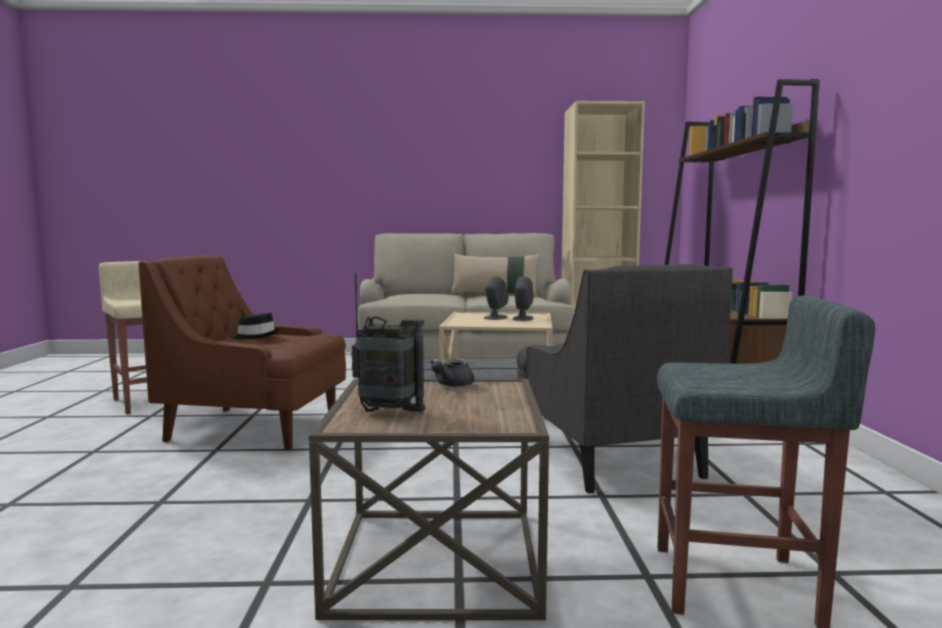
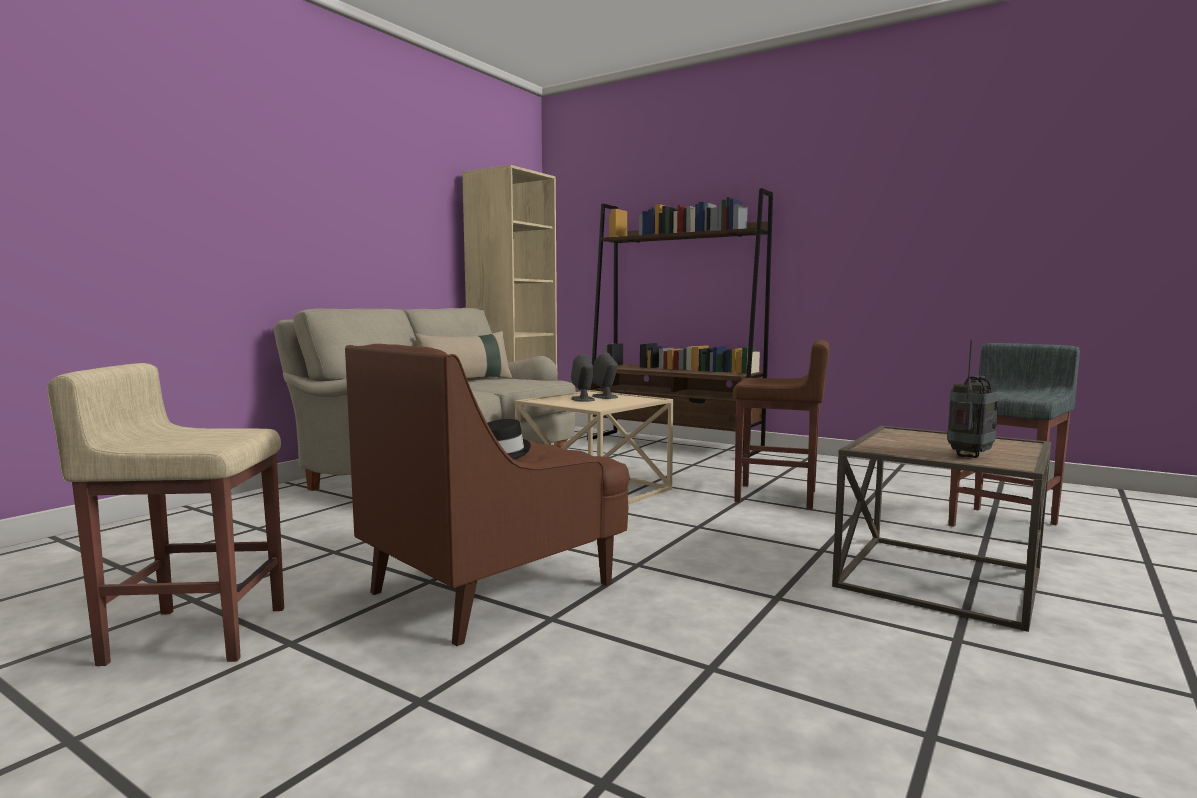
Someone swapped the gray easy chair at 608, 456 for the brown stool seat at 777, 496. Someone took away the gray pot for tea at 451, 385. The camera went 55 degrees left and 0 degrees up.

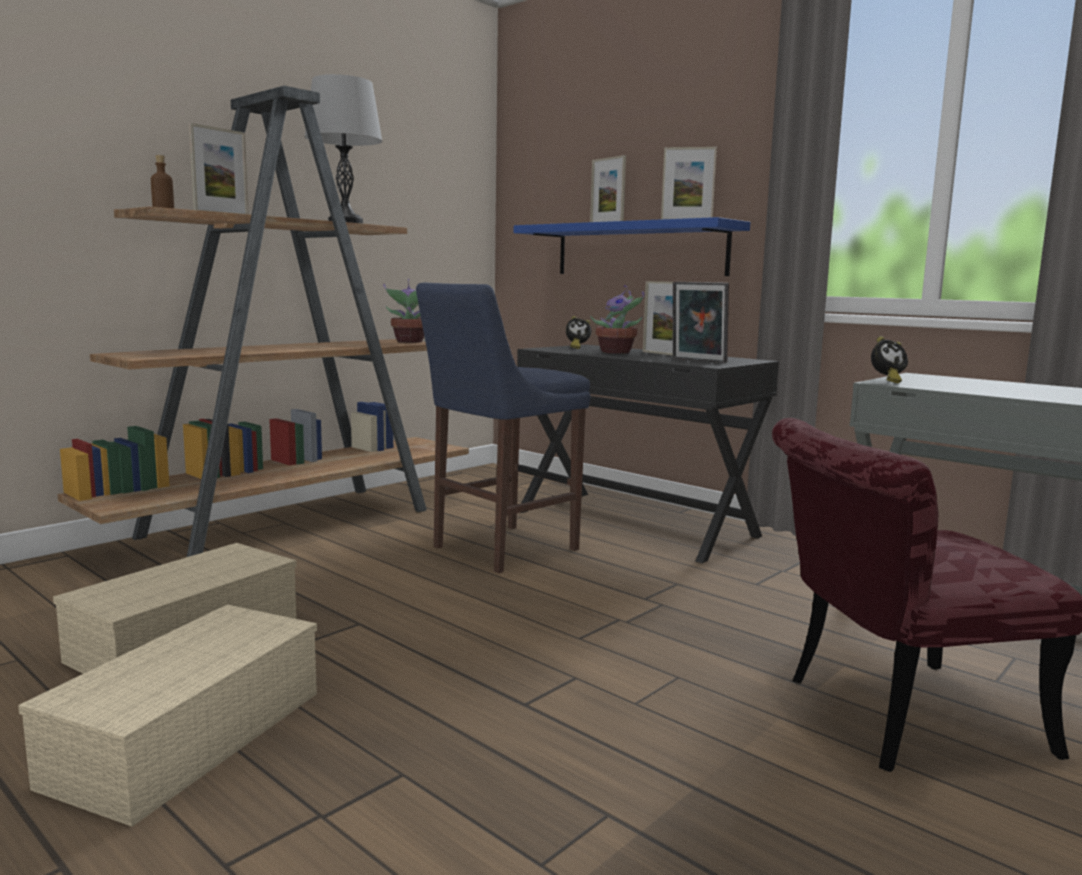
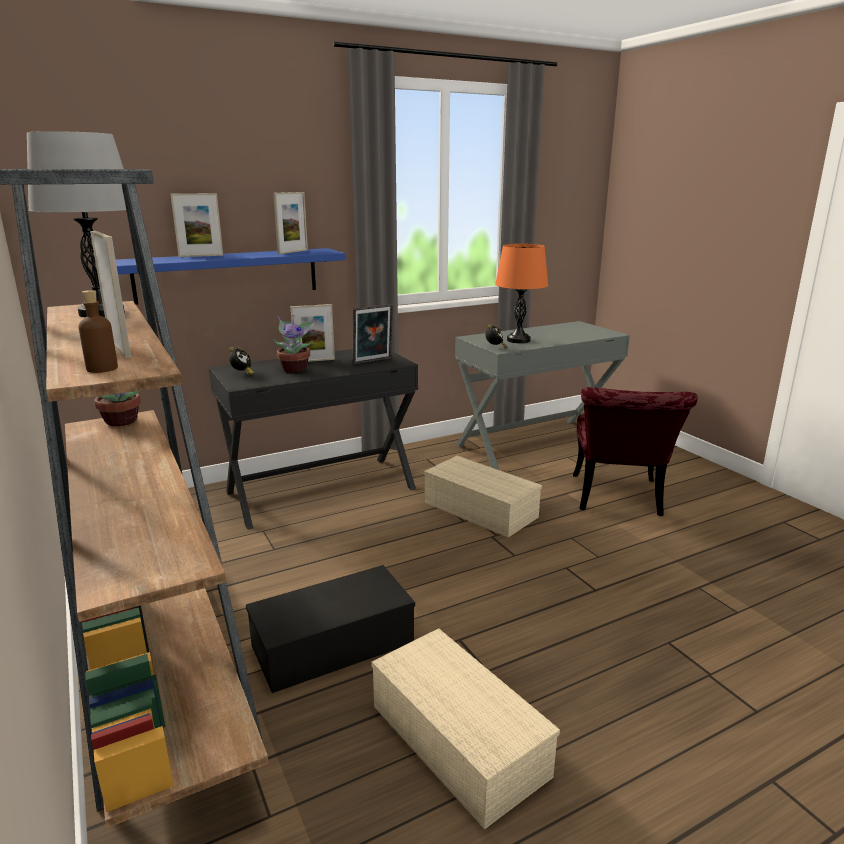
Someone took away the blue stool seat at 499, 549. Someone carried the beige storage box from 189, 734 to 478, 509. Someone put down the orange-coloured tabletop lamp at 518, 340. Someone put down the black-coloured storage box at 331, 646. The camera went 70 degrees left and 10 degrees up.

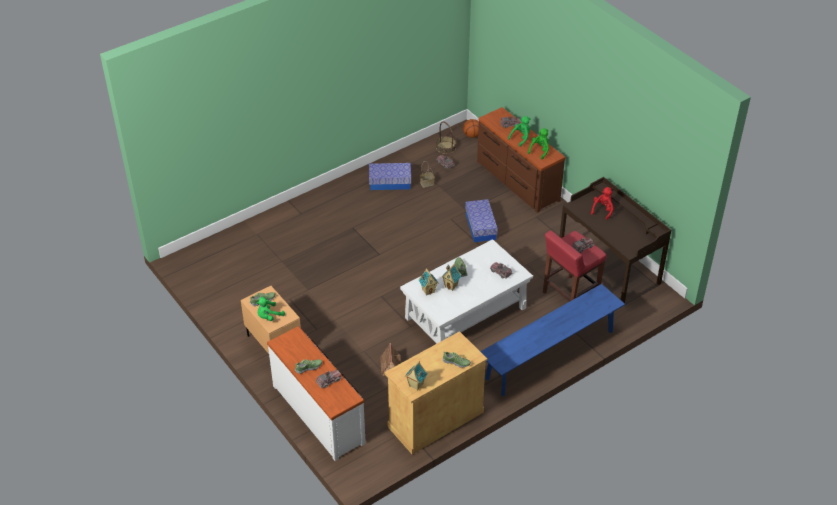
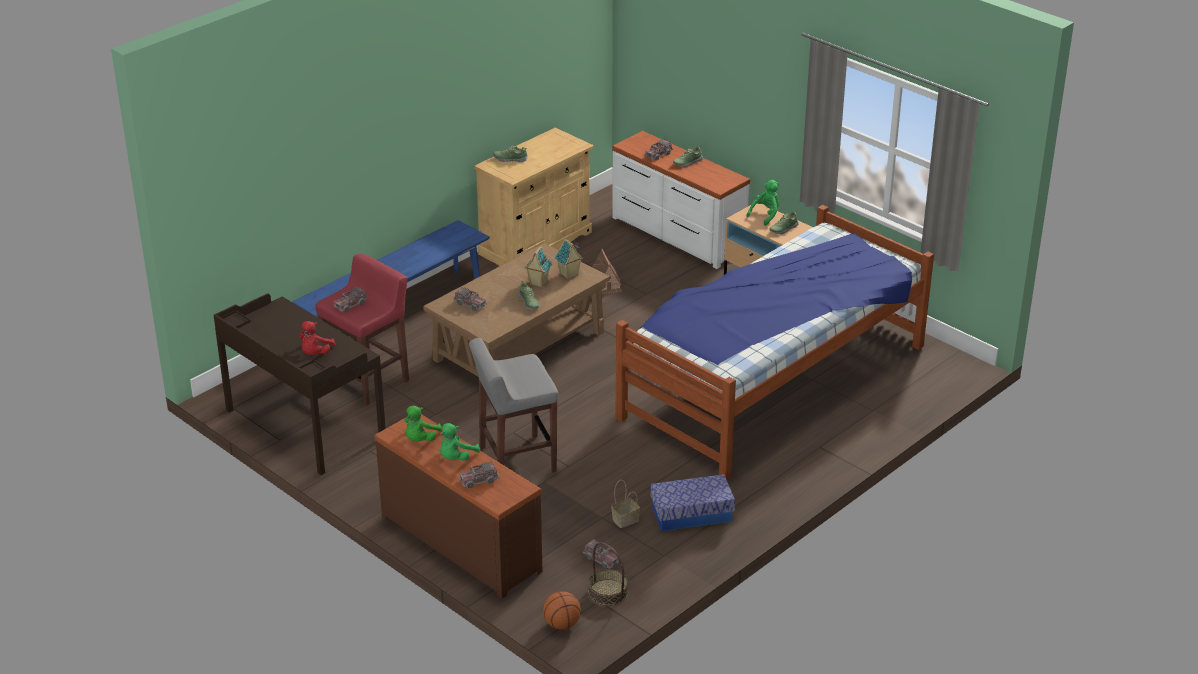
Someone swapped the storage box at 480, 227 for the gray stool seat at 516, 459. Someone repainted the whitish low table at 465, 313, which became the brown low table at 519, 345. Someone took away the toy house at 415, 385. Someone put down the bedroom bed at 771, 381. The camera went 170 degrees right and 10 degrees down.

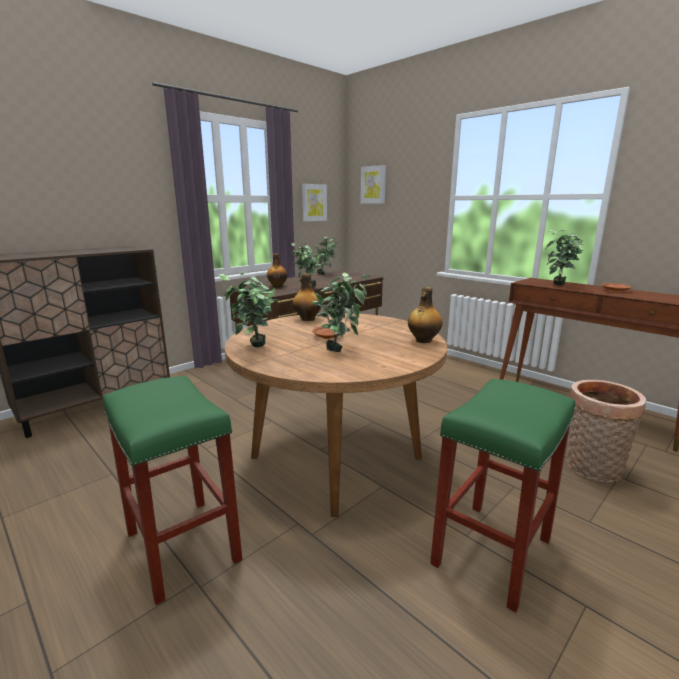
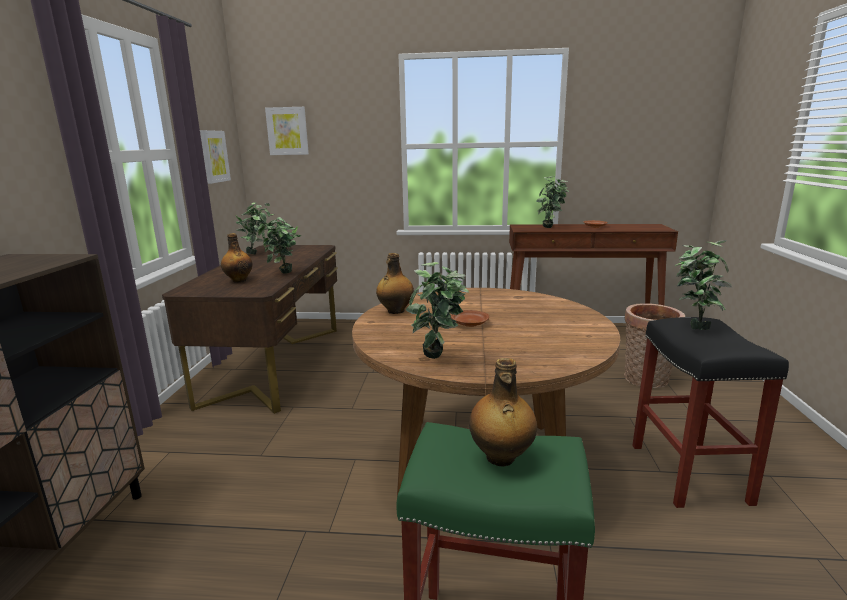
Someone carried the potted plant from 340, 349 to 694, 326. Someone carried the beverage bottle from 423, 341 to 500, 457. Someone repainted the greenish stool seat at 492, 553, which became the black-coloured stool seat at 690, 474. The camera went 40 degrees left and 0 degrees up.

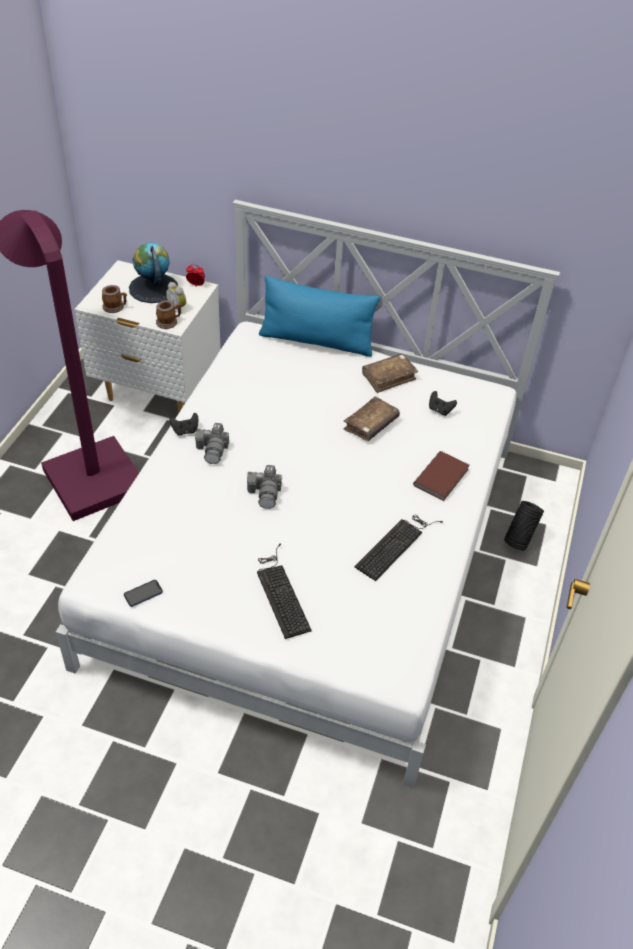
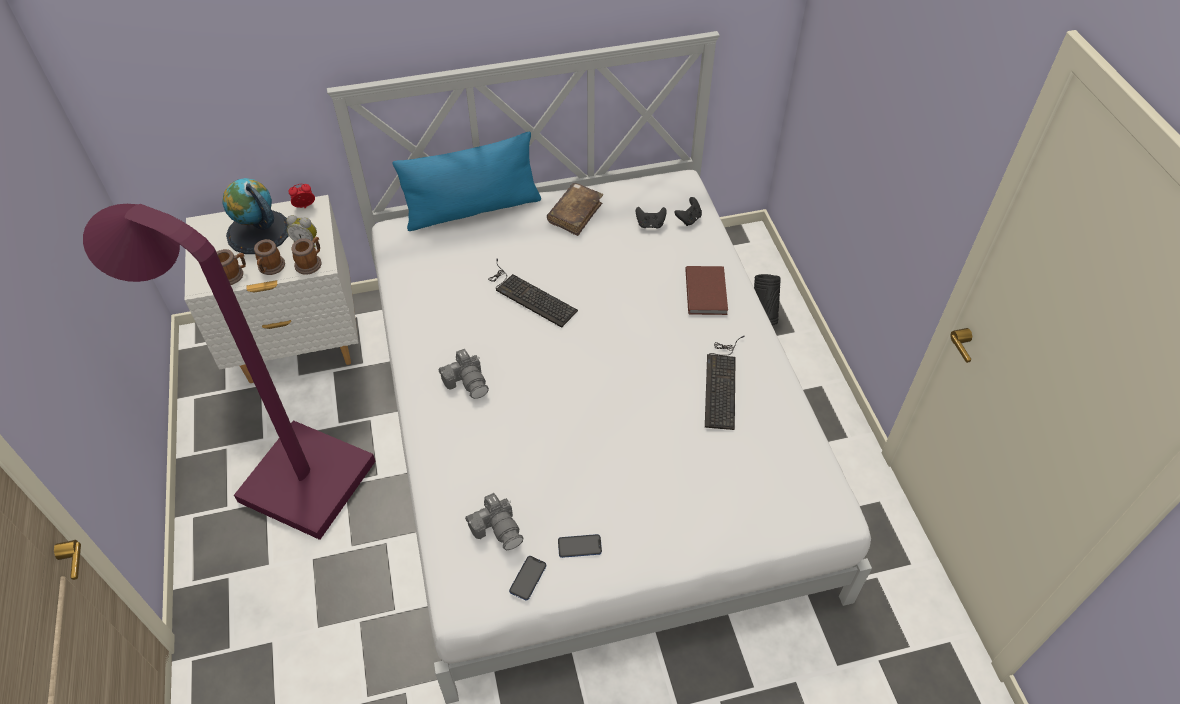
Someone took away the brown book at 371, 424. Someone carried the black-coloured joypad from 185, 431 to 688, 219. Someone carried the still camera from 265, 493 to 498, 528. Someone carried the keyboard from 281, 592 to 529, 295. Someone put down the tea mug at 270, 268. Someone put down the handset at 579, 546. The camera went 30 degrees left and 5 degrees up.

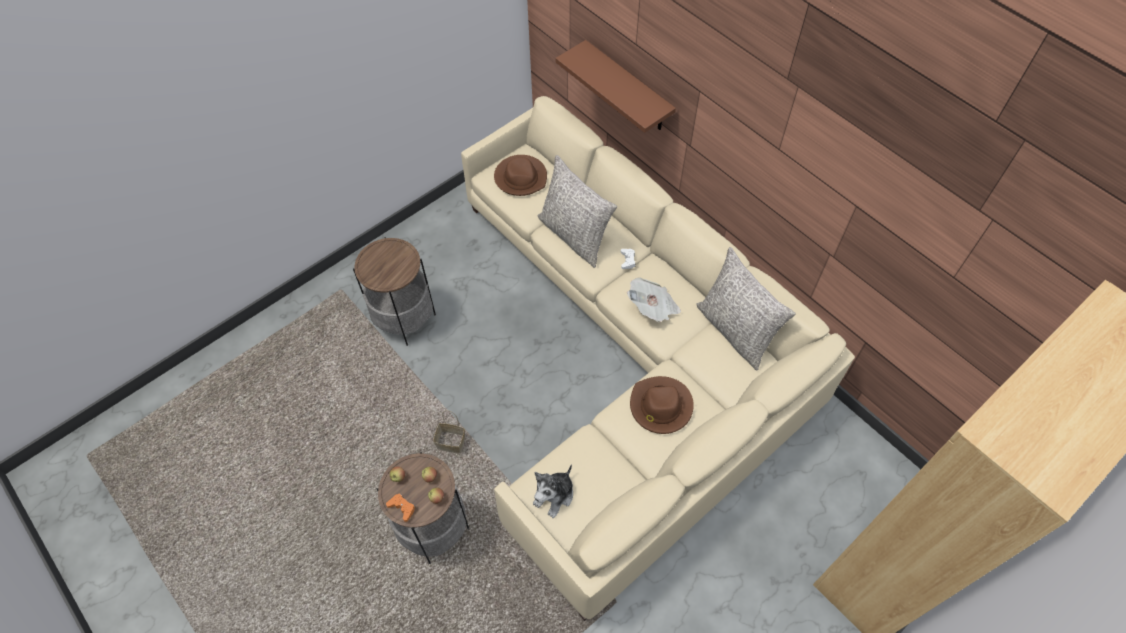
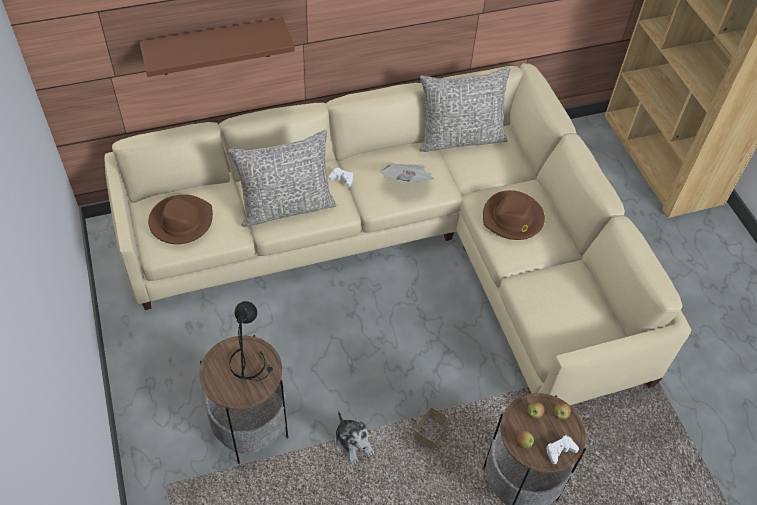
Someone carried the cuddly toy from 554, 495 to 353, 443. Someone repainted the orange-coloured joypad at 402, 508, which became the whitish joypad at 560, 450. Someone put down the black-coloured tabletop lamp at 250, 363. The camera went 70 degrees left and 5 degrees down.

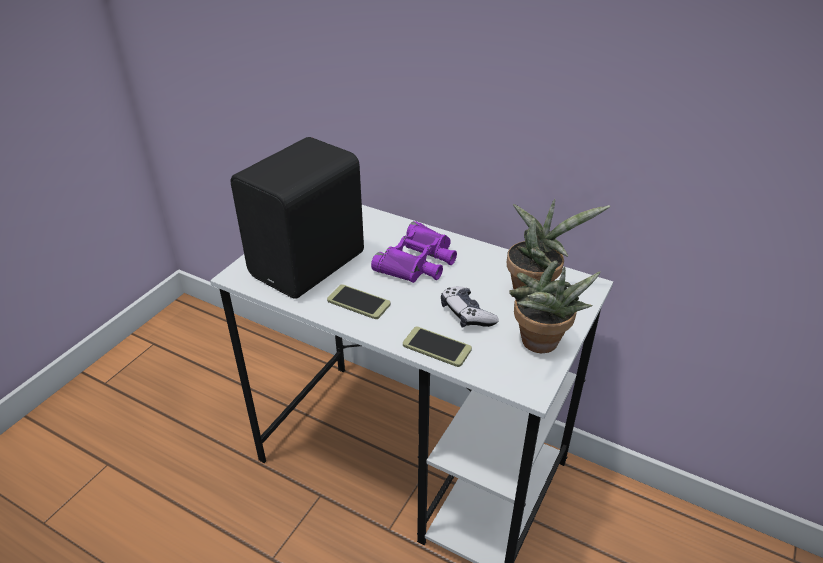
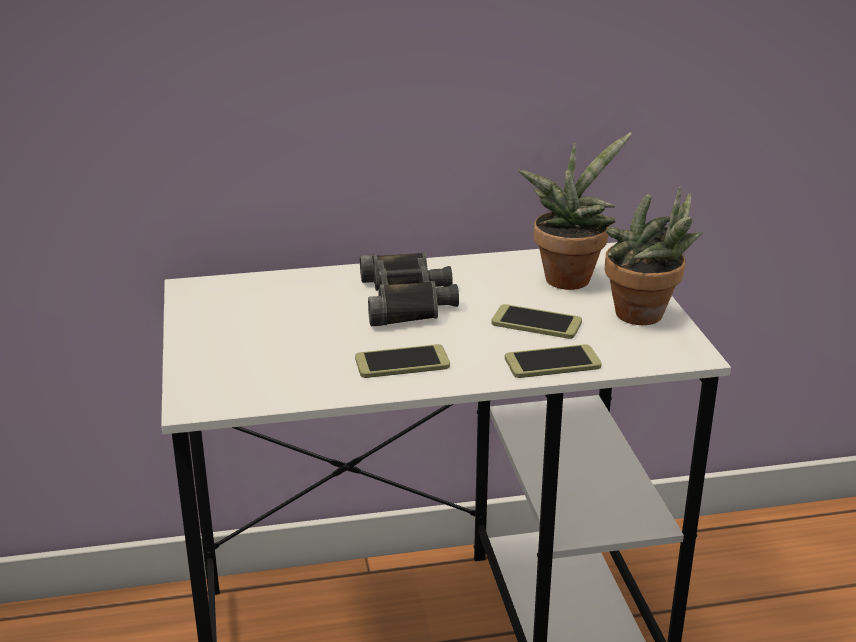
Someone took away the black-coloured loudspeaker at 311, 265. Someone repainted the purplish field glasses at 418, 261, which became the black-coloured field glasses at 407, 299. Someone swapped the joypad at 466, 314 for the handset at 536, 323. The camera went 40 degrees left and 10 degrees down.

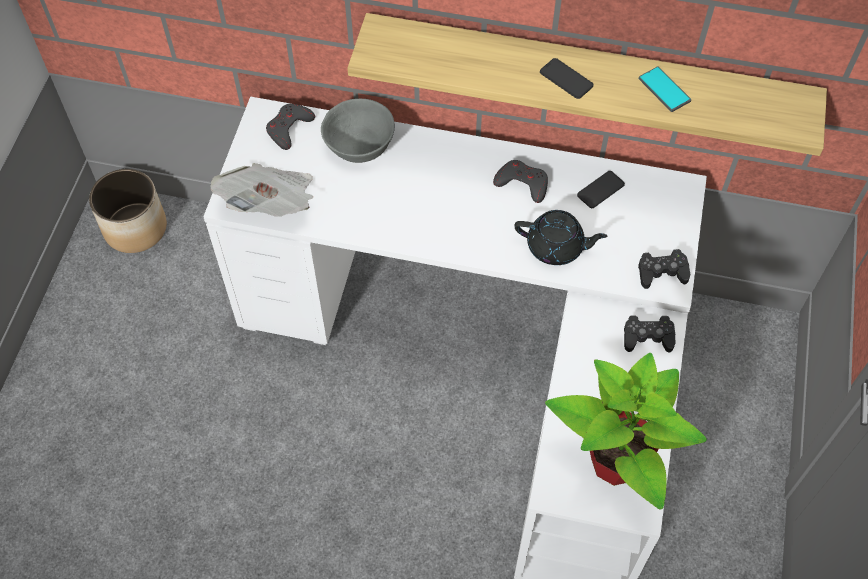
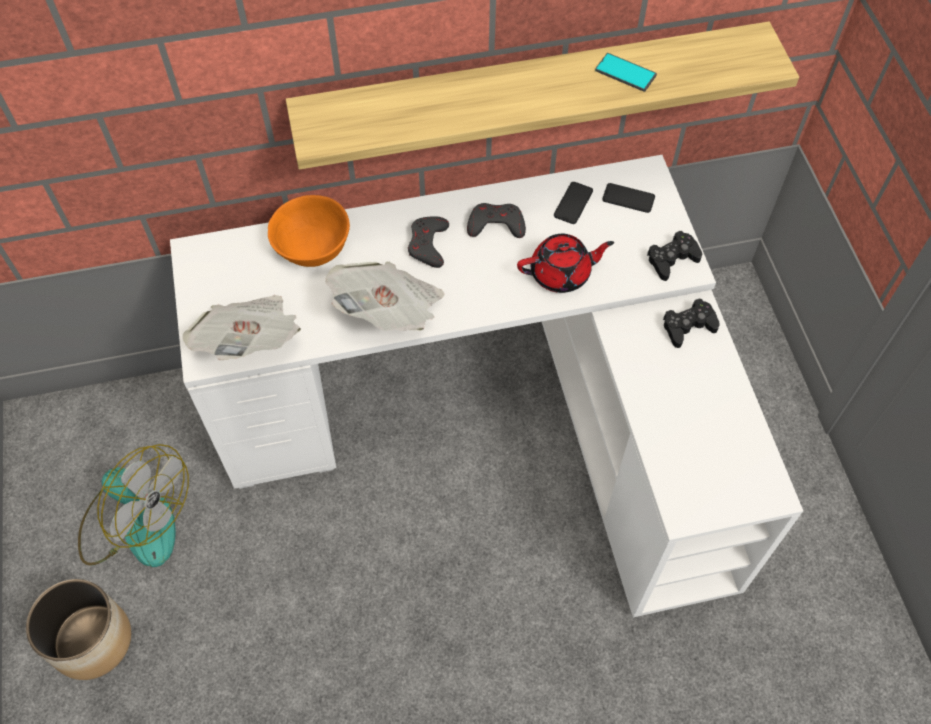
Someone carried the handset from 566, 79 to 628, 198. Someone repainted the gray deep dish at 359, 145, which became the orange-coloured deep dish at 312, 247. Someone carried the gray joypad from 289, 128 to 428, 245. Someone carried the plant pot from 135, 228 to 92, 640. Someone repainted the black-coloured pot for tea at 556, 247, which became the red-coloured pot for tea at 561, 273. Someone took away the potted plant at 617, 462. Someone put down the printed paper at 389, 311. Someone put down the fan at 136, 522. The camera went 25 degrees left and 0 degrees up.

